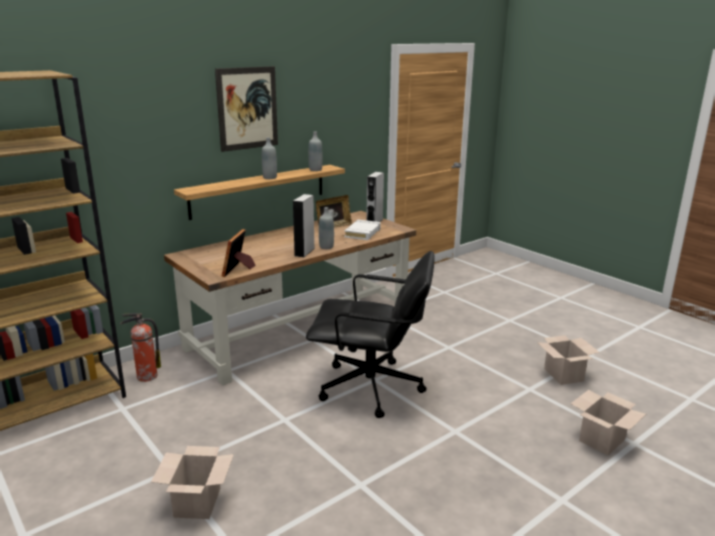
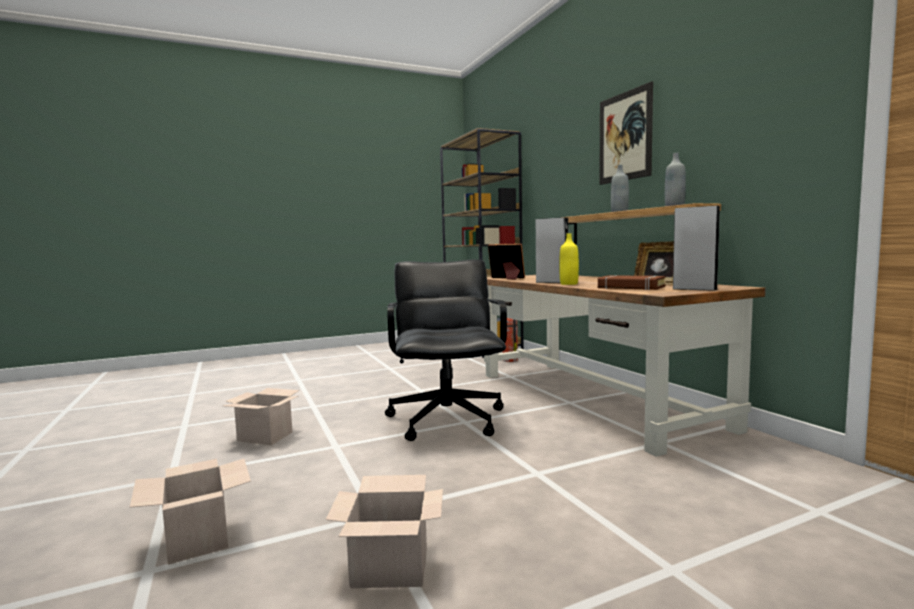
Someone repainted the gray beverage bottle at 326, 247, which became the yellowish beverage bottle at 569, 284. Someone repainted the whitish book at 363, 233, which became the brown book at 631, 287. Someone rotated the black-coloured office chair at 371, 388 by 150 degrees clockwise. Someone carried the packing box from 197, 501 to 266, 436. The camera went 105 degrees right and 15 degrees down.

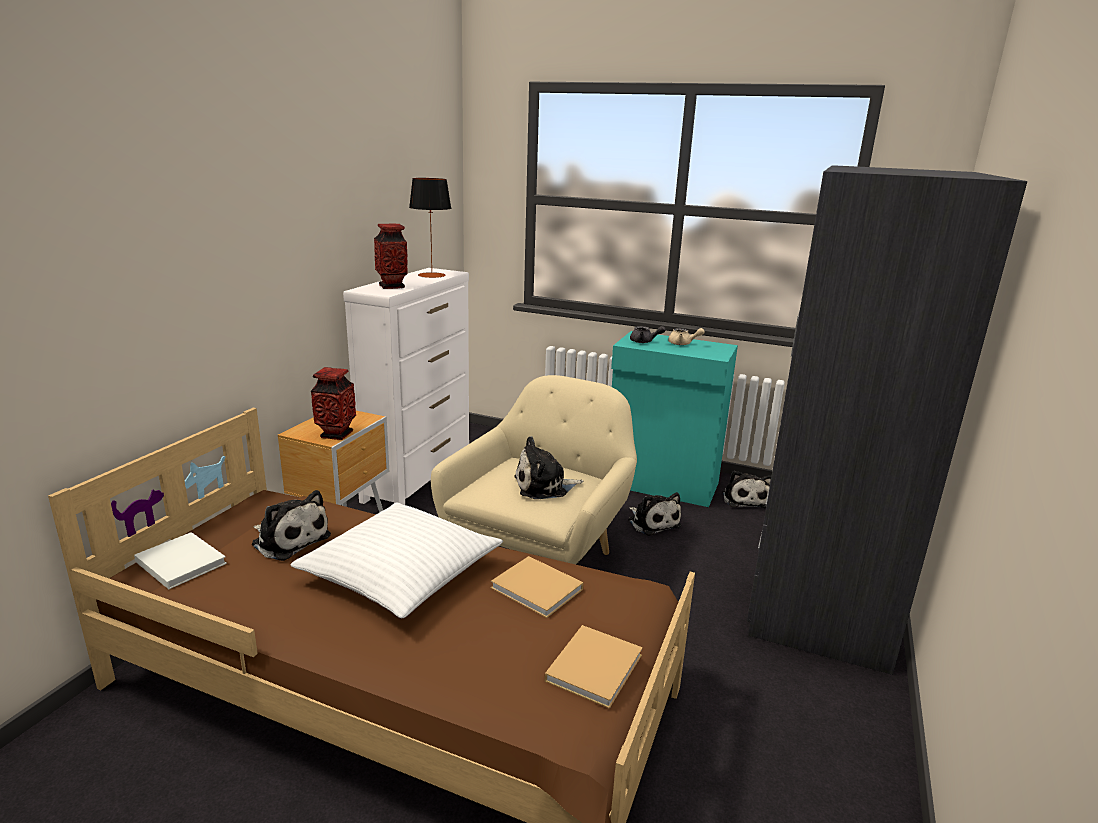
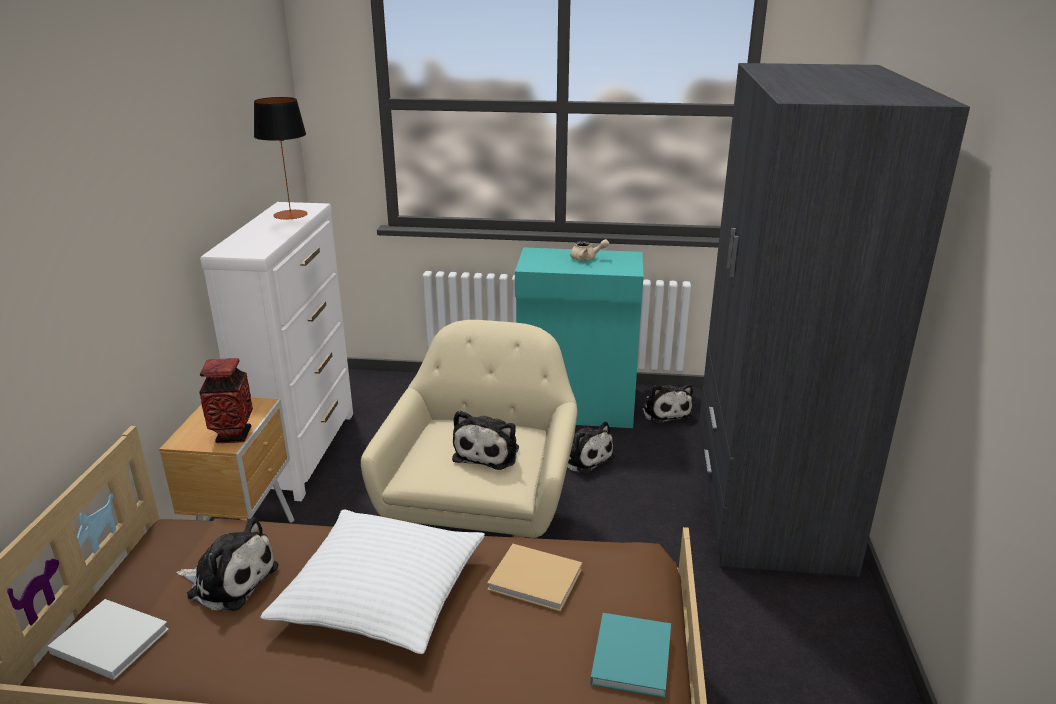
Someone took away the vase at 392, 286. Someone took away the gray pot for tea at 644, 342. Someone rotated the cuddly toy at 544, 486 by 45 degrees counterclockwise. Someone repainted the beige book at 595, 666, which became the blue-green book at 632, 654. The camera went 15 degrees left and 5 degrees up.

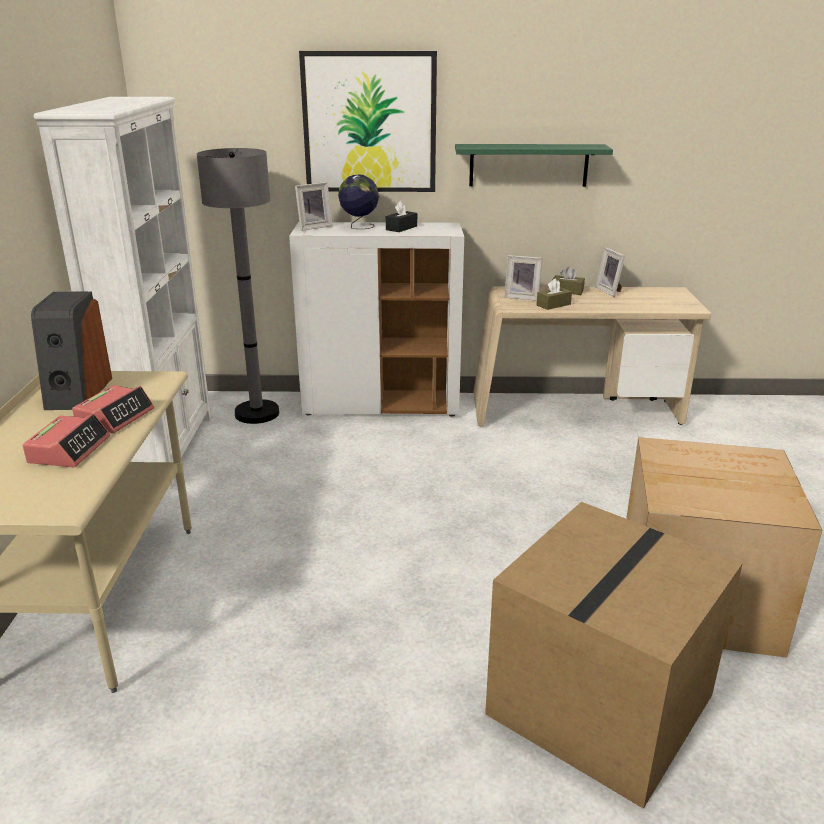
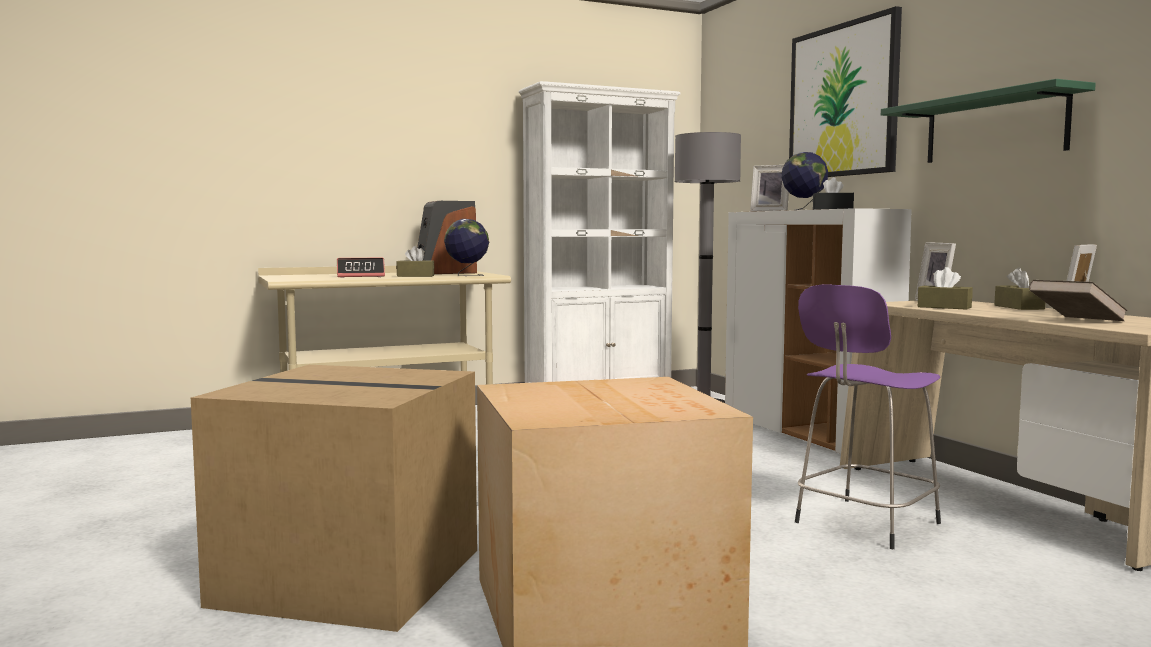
Someone swapped the alarm clock at 115, 417 for the brown tissue box at 415, 276. Someone put down the globe at 467, 275. Someone put down the brown book at 1076, 321. Someone put down the purplish stool seat at 864, 524. The camera went 65 degrees right and 20 degrees down.

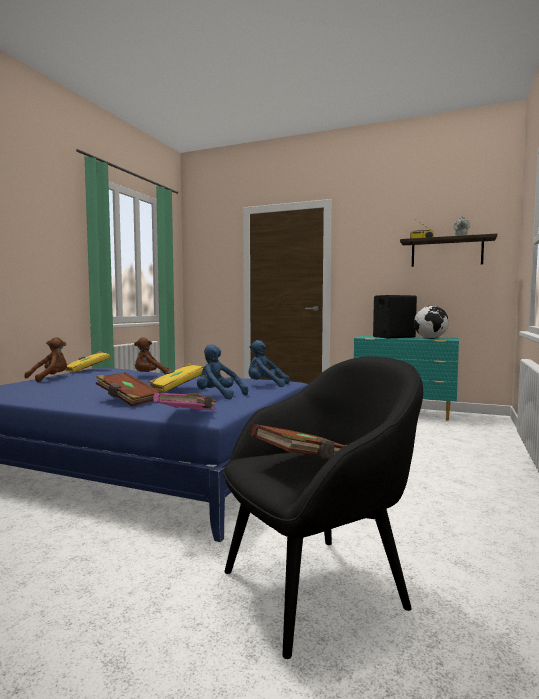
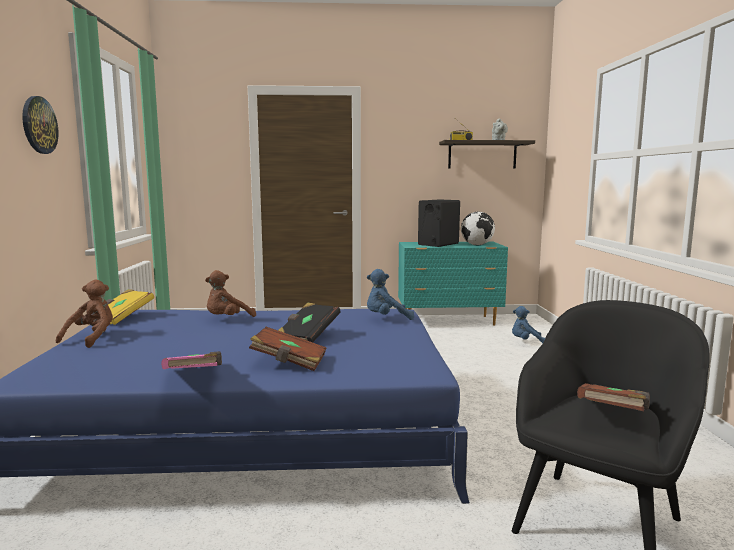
Someone carried the blue cuddly toy from 218, 396 to 526, 342. Someone repainted the yellowish book at 177, 388, which became the black-coloured book at 308, 335. Someone carried the pink-coloured book from 188, 416 to 194, 376. Someone put up the wall clock at 39, 125. The camera went 25 degrees left and 5 degrees up.

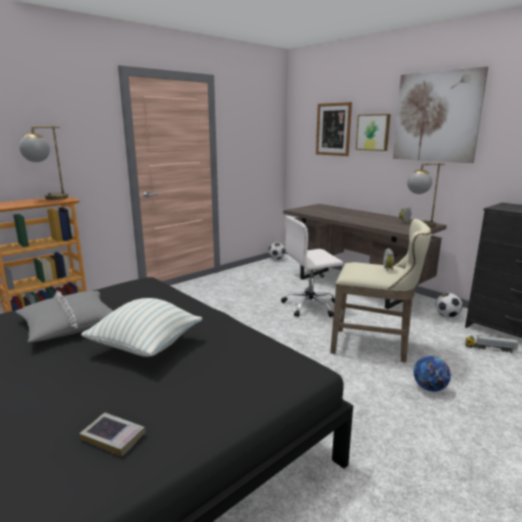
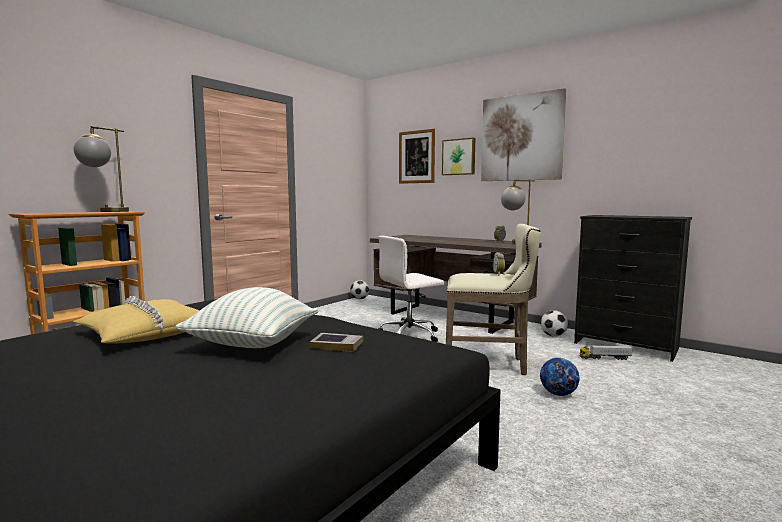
Someone repainted the gray cushion at 69, 324, which became the yellowish cushion at 146, 334. Someone carried the book from 113, 437 to 337, 345. The camera went 10 degrees left and 10 degrees down.

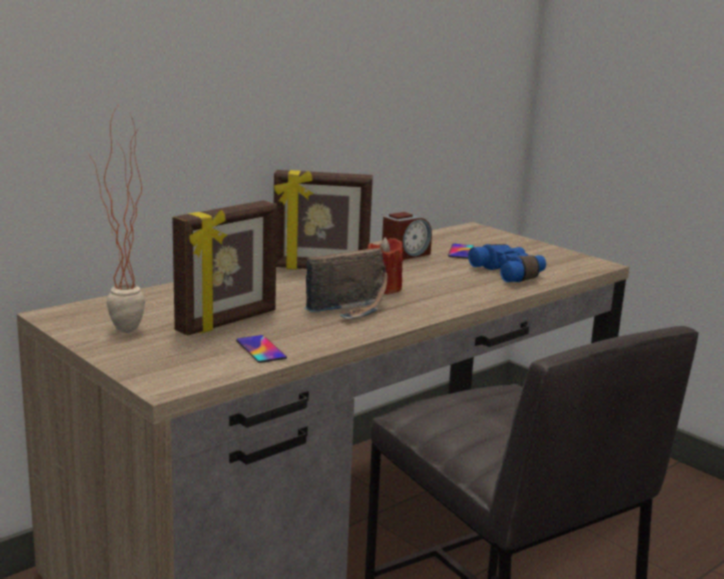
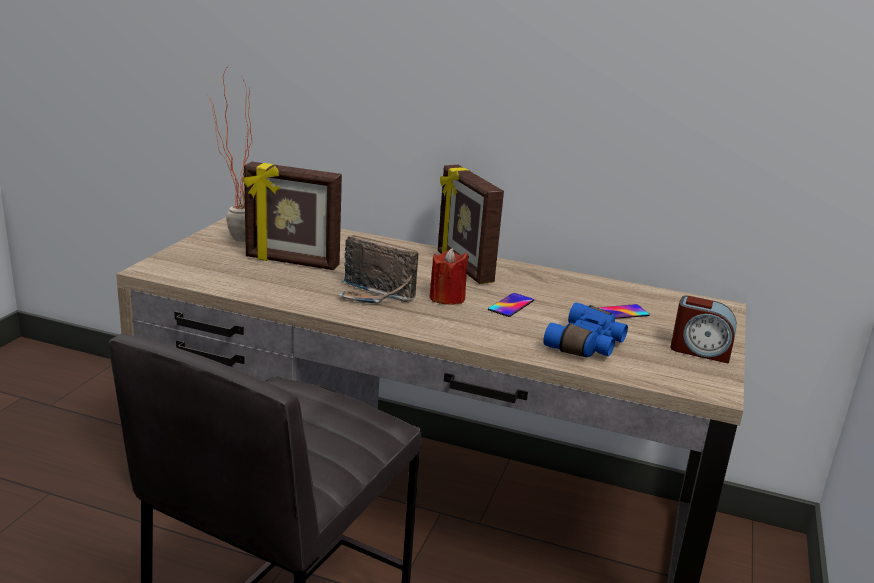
Someone carried the alarm clock from 405, 255 to 700, 350. Someone carried the handset from 260, 349 to 511, 305. The camera went 60 degrees right and 5 degrees up.

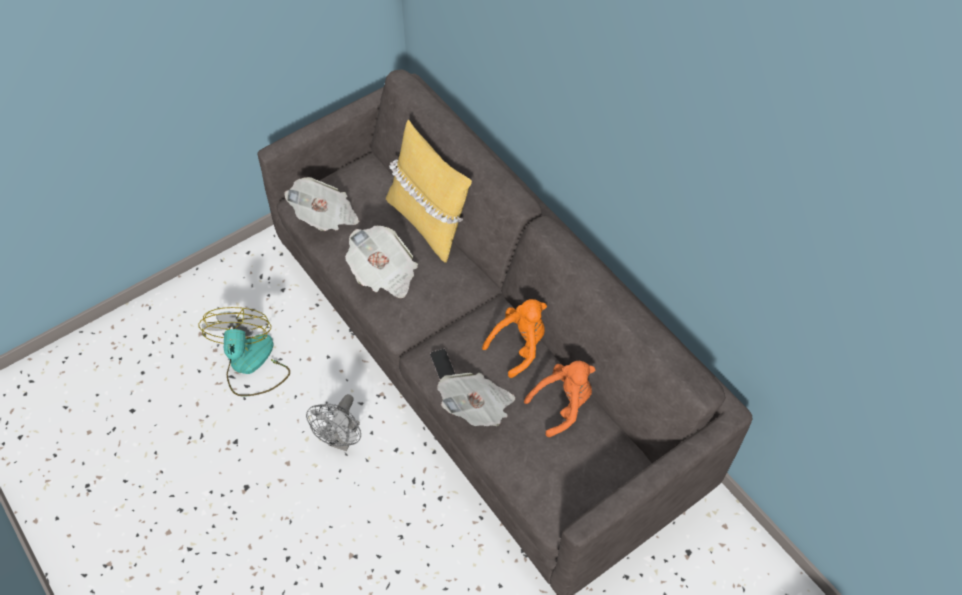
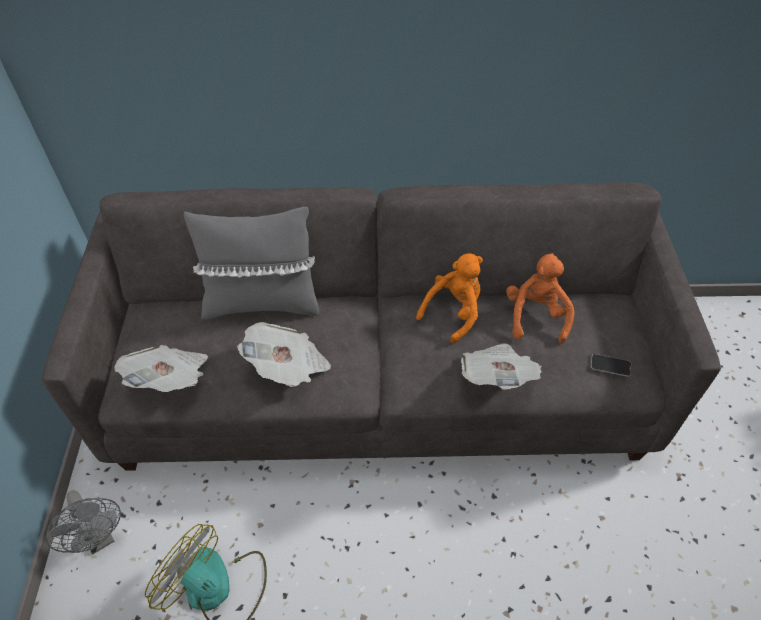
Someone repainted the yellowish cushion at 428, 222, which became the gray cushion at 262, 303. Someone rotated the orange-coloured cuddly toy at 519, 346 by 45 degrees clockwise. Someone carried the handset from 442, 365 to 610, 365. Someone carried the gray fan from 342, 440 to 100, 538. The camera went 55 degrees left and 5 degrees down.

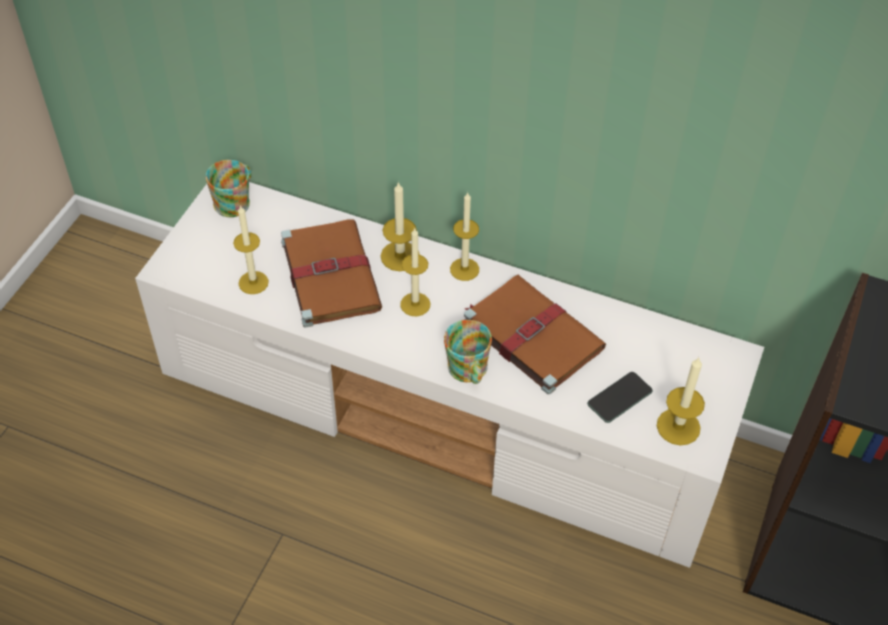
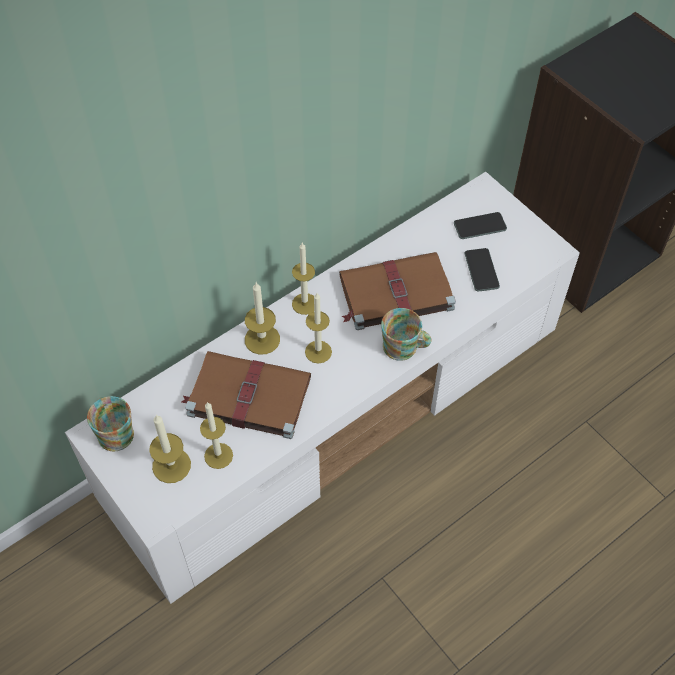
Someone carried the candle from 678, 426 to 171, 465. Someone put down the handset at 480, 226. The camera went 60 degrees left and 5 degrees up.

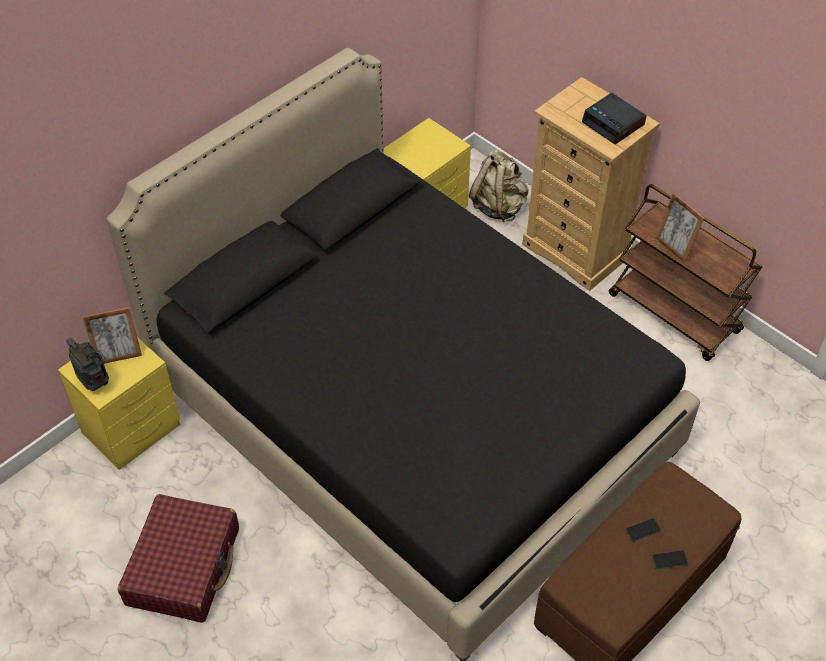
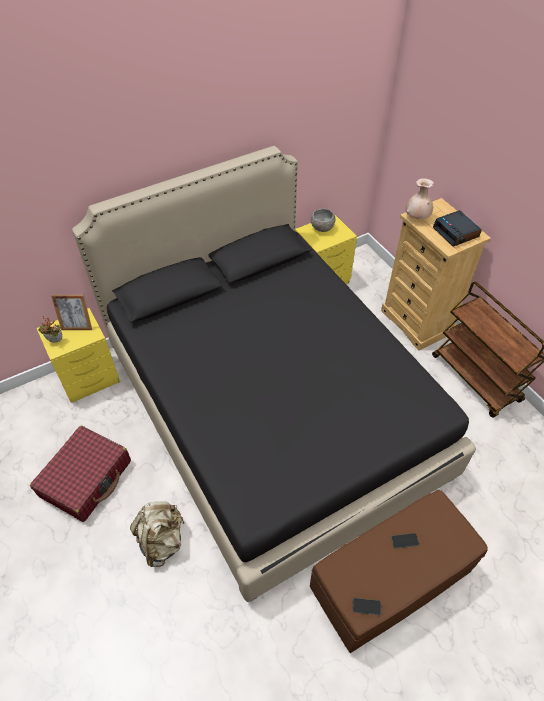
Someone carried the beige rucksack from 498, 206 to 162, 540. Someone took away the standing frame at 674, 247. Someone swapped the radio receiver at 95, 383 for the potted plant at 55, 342. Someone carried the handset from 669, 560 to 366, 606. Someone put down the beige vase at 417, 217. Someone put down the gray deep dish at 322, 228. The camera went 15 degrees right and 0 degrees up.

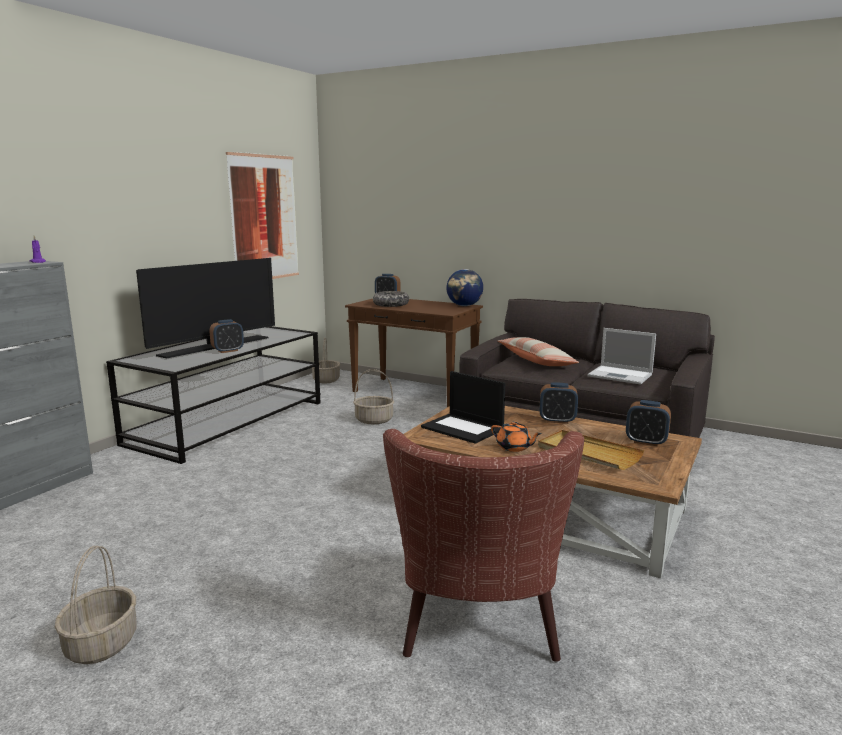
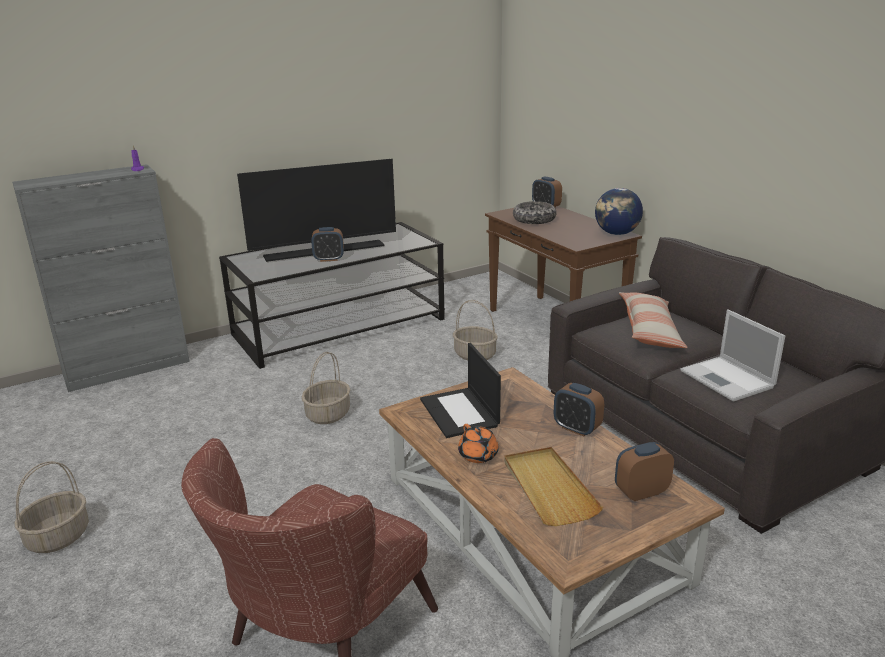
Someone took away the wall picture at 264, 218. Someone carried the storage basket from 326, 380 to 328, 414. Someone rotated the alarm clock at 646, 442 by 105 degrees clockwise. The camera went 30 degrees right and 10 degrees up.

